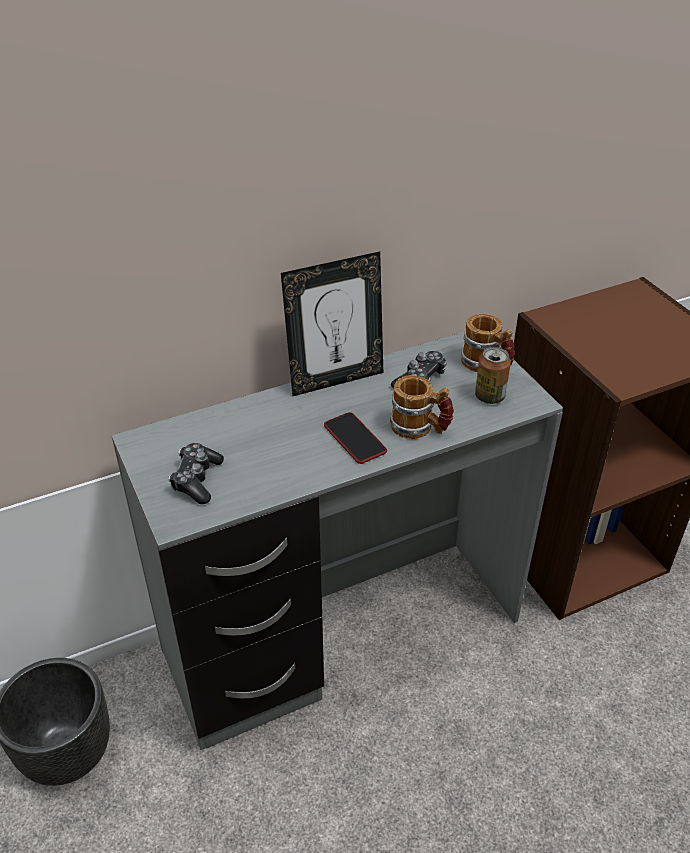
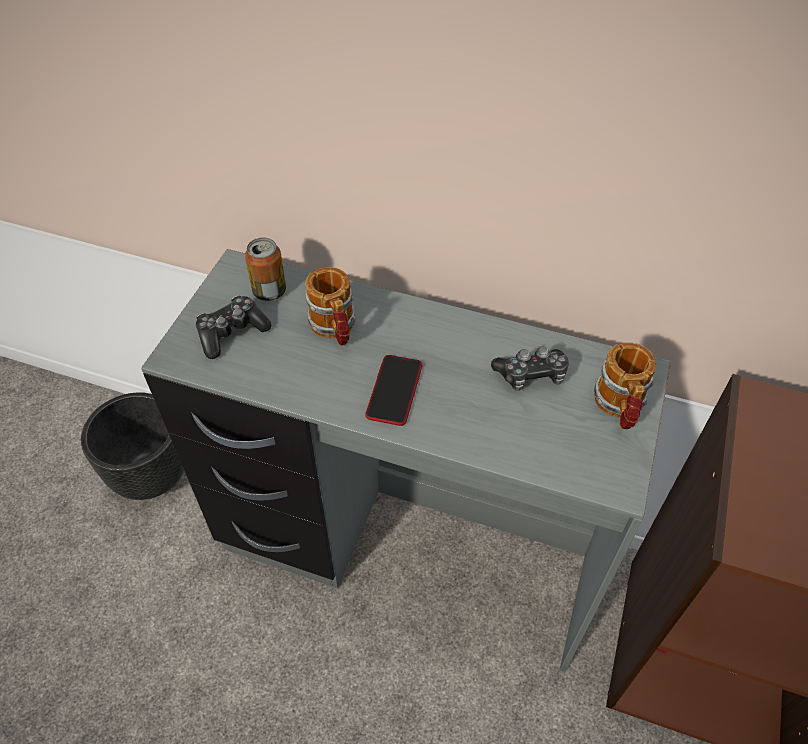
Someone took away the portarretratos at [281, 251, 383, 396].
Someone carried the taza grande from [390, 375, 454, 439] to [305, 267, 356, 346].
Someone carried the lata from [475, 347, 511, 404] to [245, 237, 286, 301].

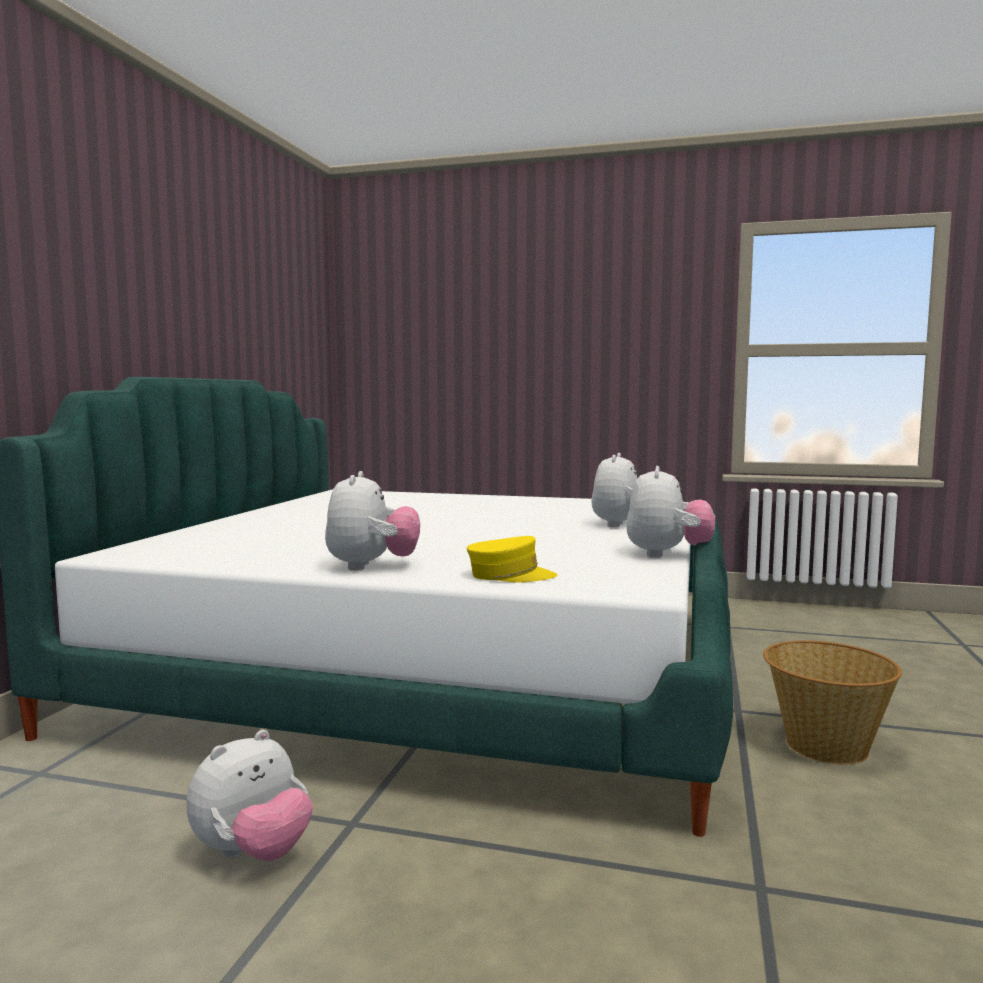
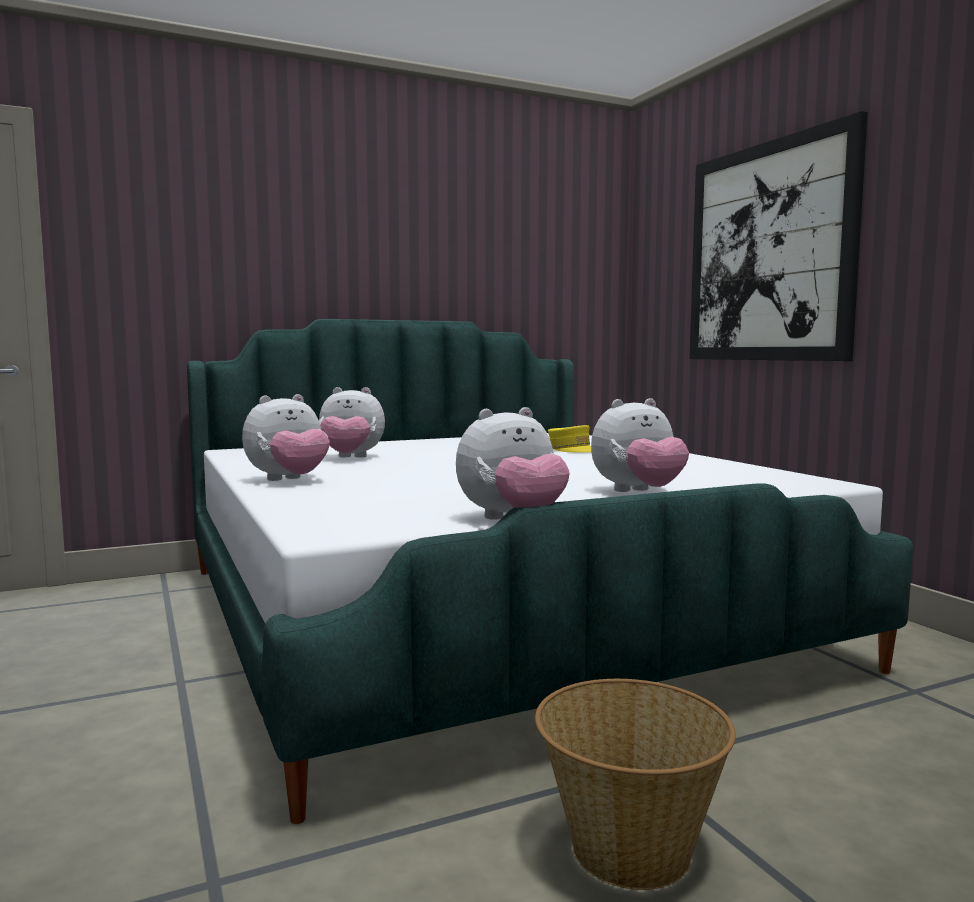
Someone put up the cuadro at [689, 111, 868, 361].
Someone carried the peluche from [186, 730, 313, 861] to [319, 387, 385, 458].
Someone carried the gorra [amarillo] from [467, 536, 557, 582] to [548, 425, 591, 453].

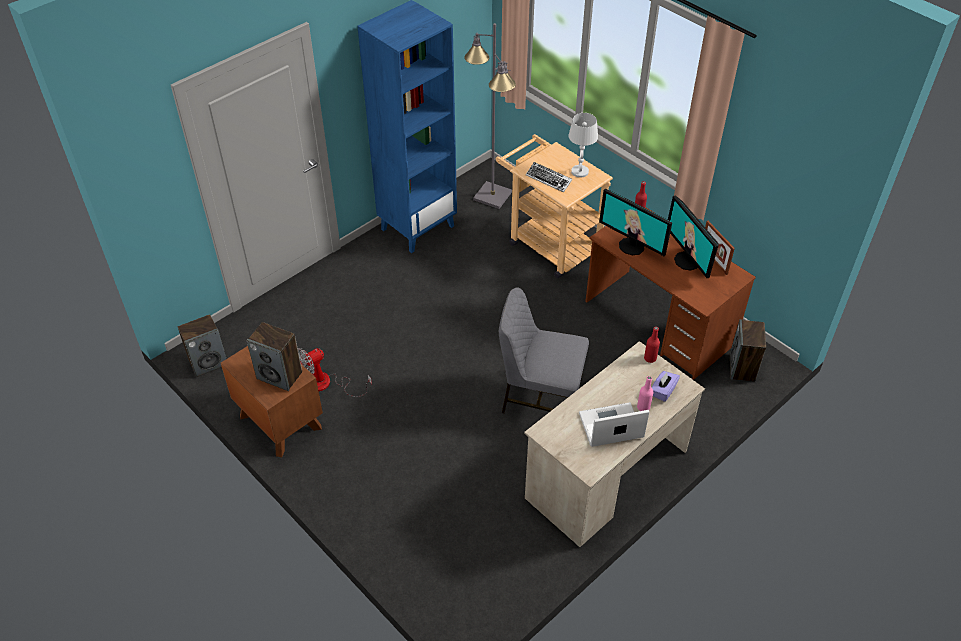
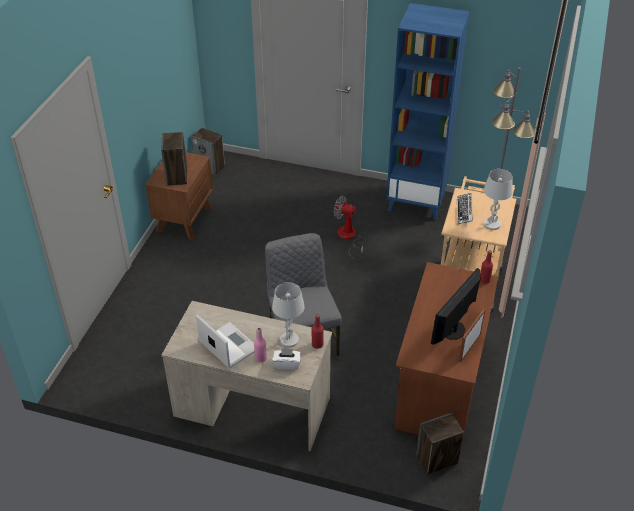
Someone took away the monitor at [599, 189, 672, 256].
Someone put down the lámpara de mesa [blanco] at [272, 282, 305, 347].
Someone carried the ventilador from [298, 348, 372, 397] to [334, 196, 363, 259].
Someone repainted the caja de pañuelos [morado] at [652, 371, 680, 402], which became the caja de pañuelos [blanco] at [272, 348, 301, 370].

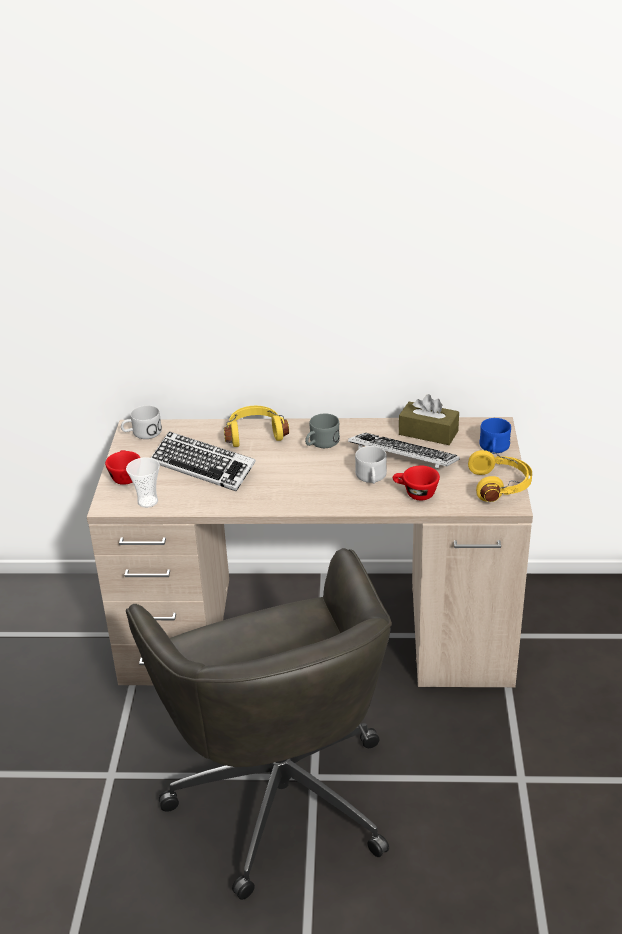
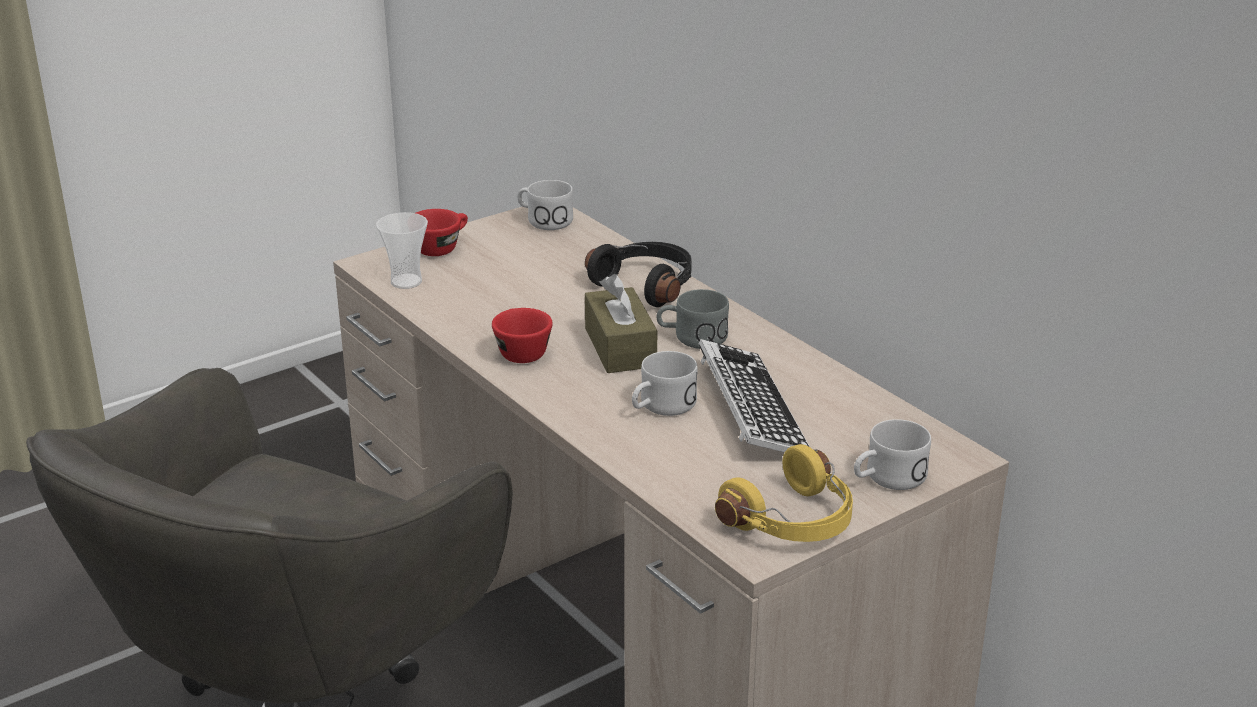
Someone took away the teclado at [151, 432, 256, 492].
Someone carried the taza [rojo] from [393, 466, 440, 500] to [492, 308, 552, 363].
Someone carried the caja de pañuelos [marrón] from [399, 394, 459, 445] to [585, 274, 657, 373].
Someone repainted the auriculares [amarillo] at [224, 405, 289, 447], which became the auriculares [negro] at [585, 242, 692, 307].
Someone repainted the taza grande [azul] at [480, 418, 511, 454], which became the taza grande [blanco] at [854, 419, 931, 490].

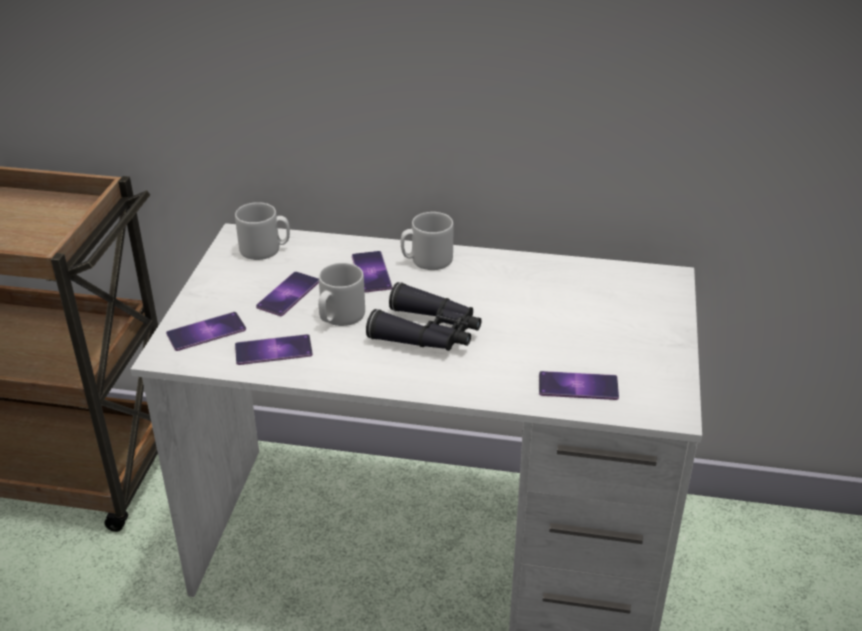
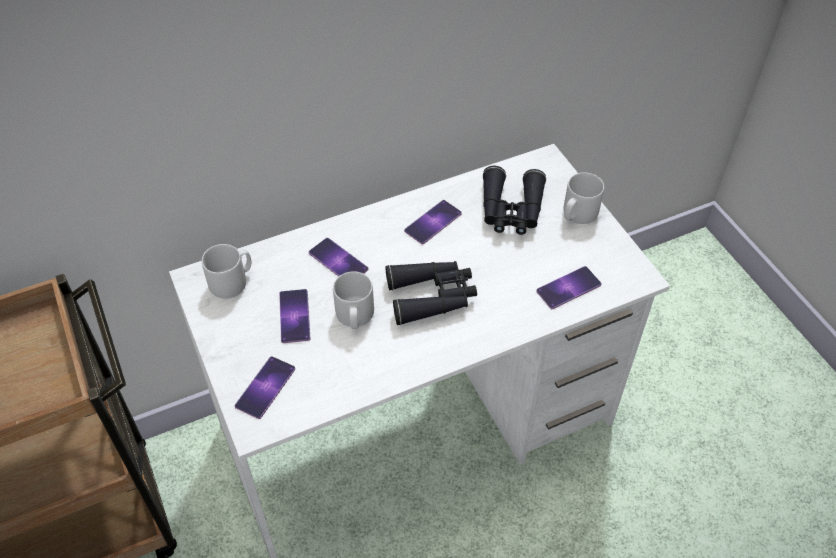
Someone put down the prismáticos [negro] at [483, 166, 546, 235].
Someone carried the móvil from [235, 334, 313, 365] to [404, 200, 462, 244].
Someone carried the taza grande [gris] from [401, 212, 454, 270] to [563, 173, 604, 224].

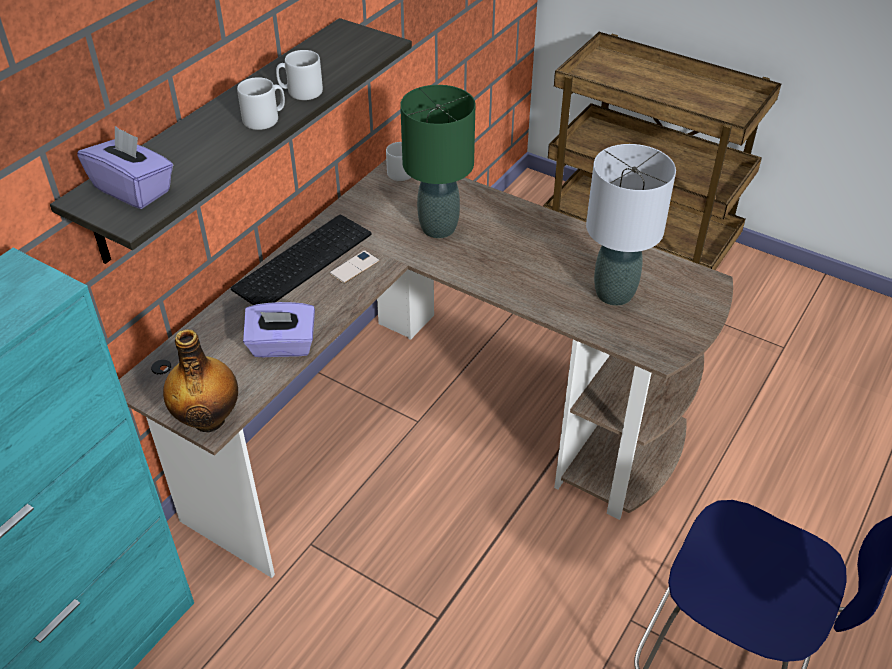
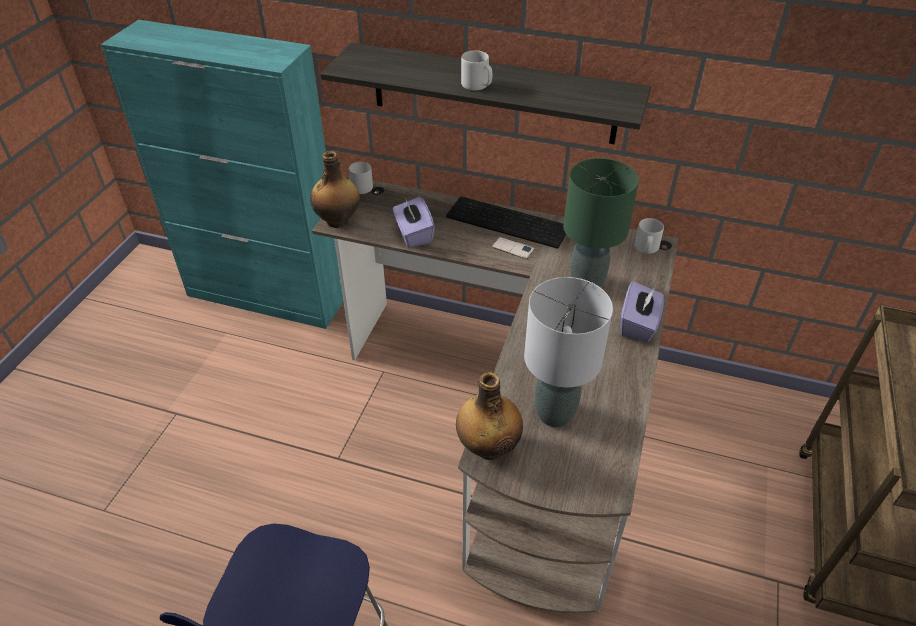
Someone put down the botella at [456, 372, 523, 460].
Someone carried the caja de pañuelos [morado] from [77, 126, 173, 209] to [620, 281, 664, 342].
Someone carried the taza grande [gris] from [276, 50, 323, 100] to [349, 162, 373, 194].

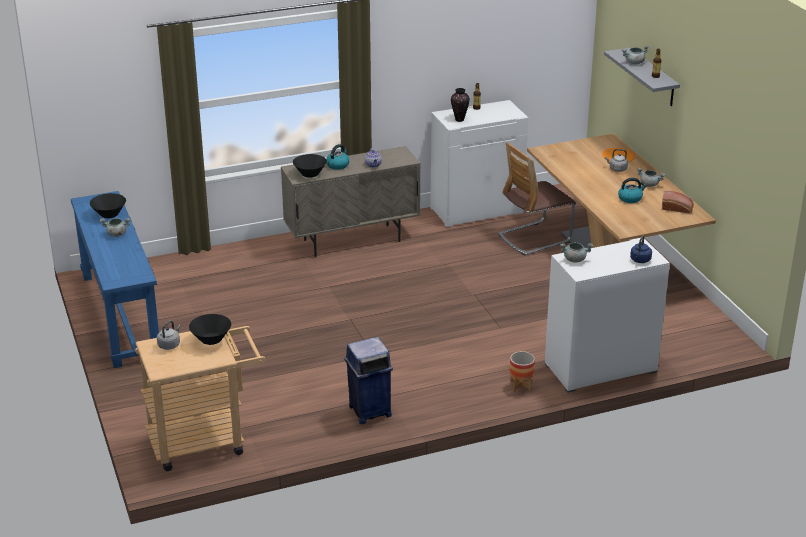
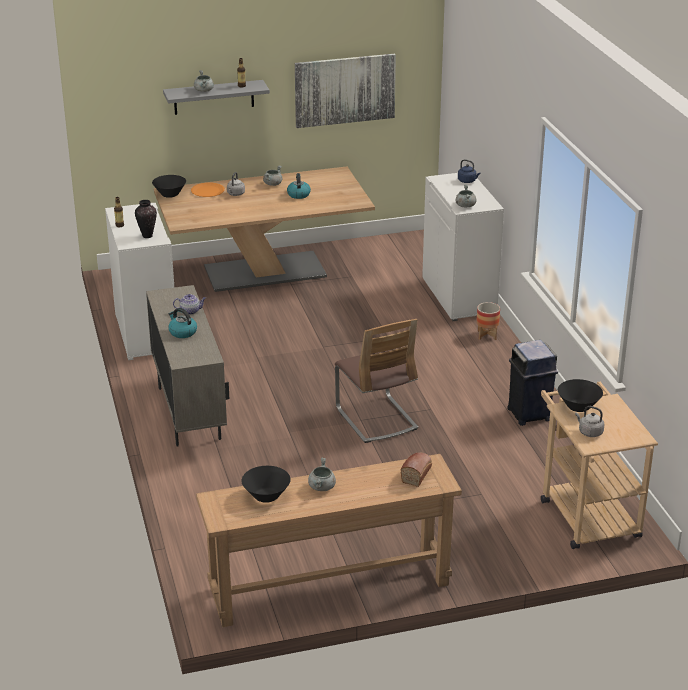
Someone put up the cuadro at [295, 54, 396, 128].
Someone carried the cuenco [negro] from [293, 154, 327, 178] to [152, 175, 186, 198].
Someone carried the silla from [498, 142, 576, 255] to [335, 319, 418, 443].
Someone carried the pan from [662, 191, 694, 213] to [401, 453, 432, 487].
Someone repainted the mesa consola [azul] at [71, 191, 159, 368], which became the mesa consola [marrón] at [196, 454, 462, 627].

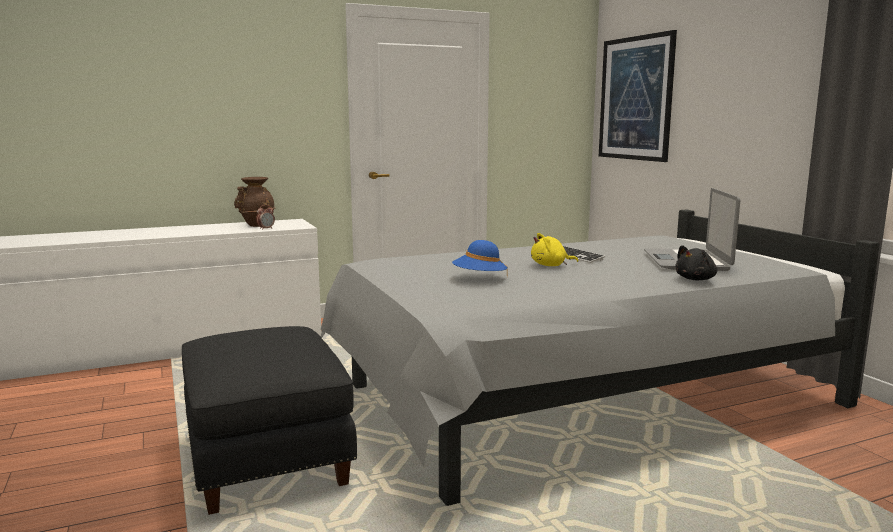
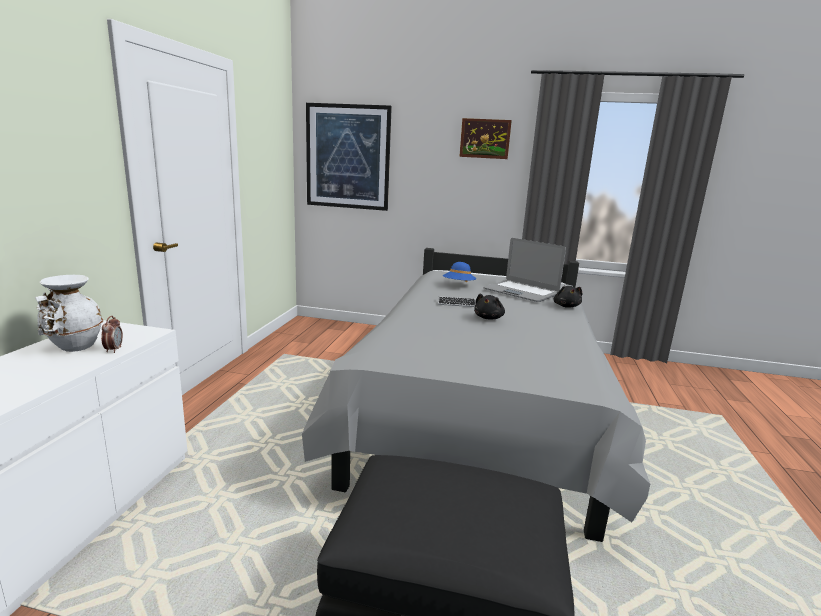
Someone put up the cuadro at [459, 118, 512, 159].
Someone carried the sombrero [azul] from [452, 240, 508, 275] to [443, 262, 476, 282].
Someone repainted the florero [marrón] at [234, 177, 275, 227], which became the florero [blanco] at [35, 275, 104, 352].
Someone repainted the peluche [amarillo] at [531, 233, 578, 266], which became the peluche [negro] at [474, 294, 505, 320].

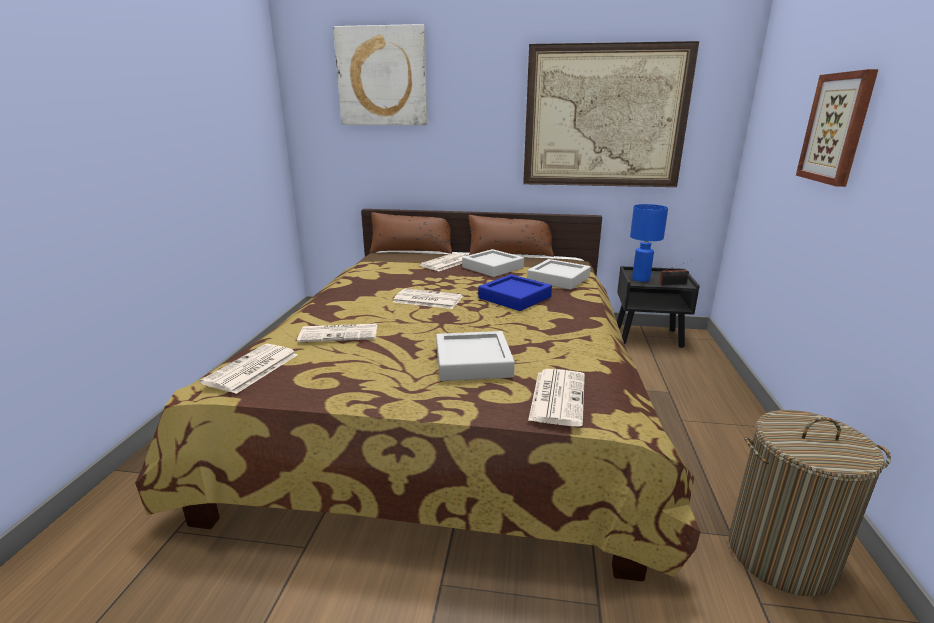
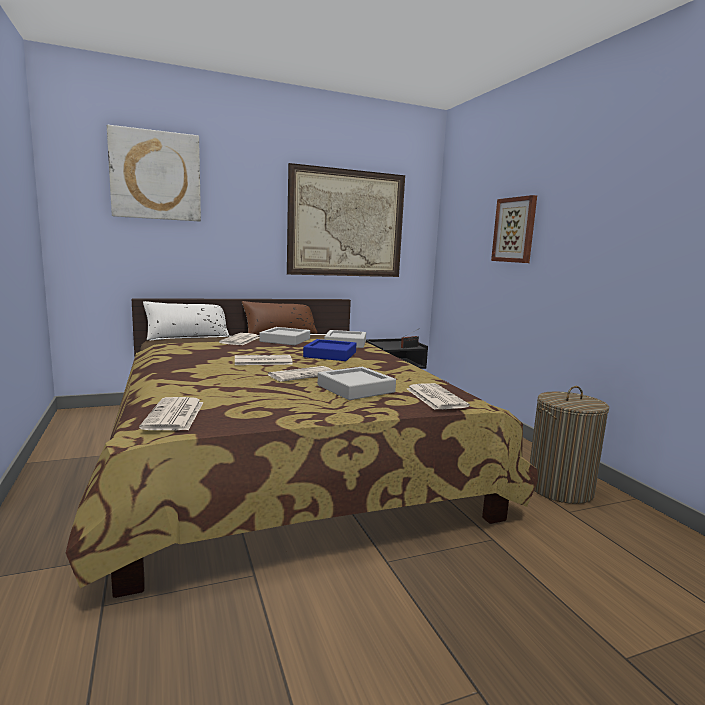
Someone took away the lámpara de mesa [azul] at [630, 204, 668, 282].
Someone carried the periódico from [297, 323, 377, 342] to [268, 366, 333, 382].
Someone repainted the cojín [marrón] at [370, 212, 452, 254], which became the cojín [blanco] at [143, 301, 229, 340].

